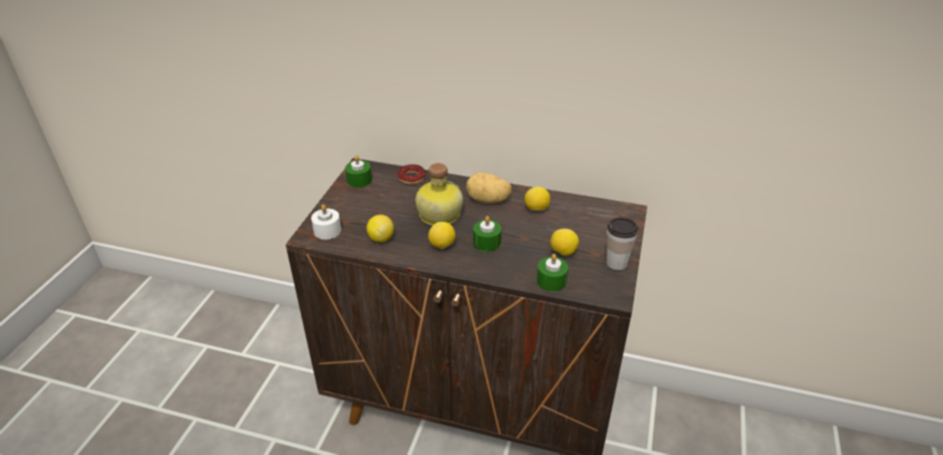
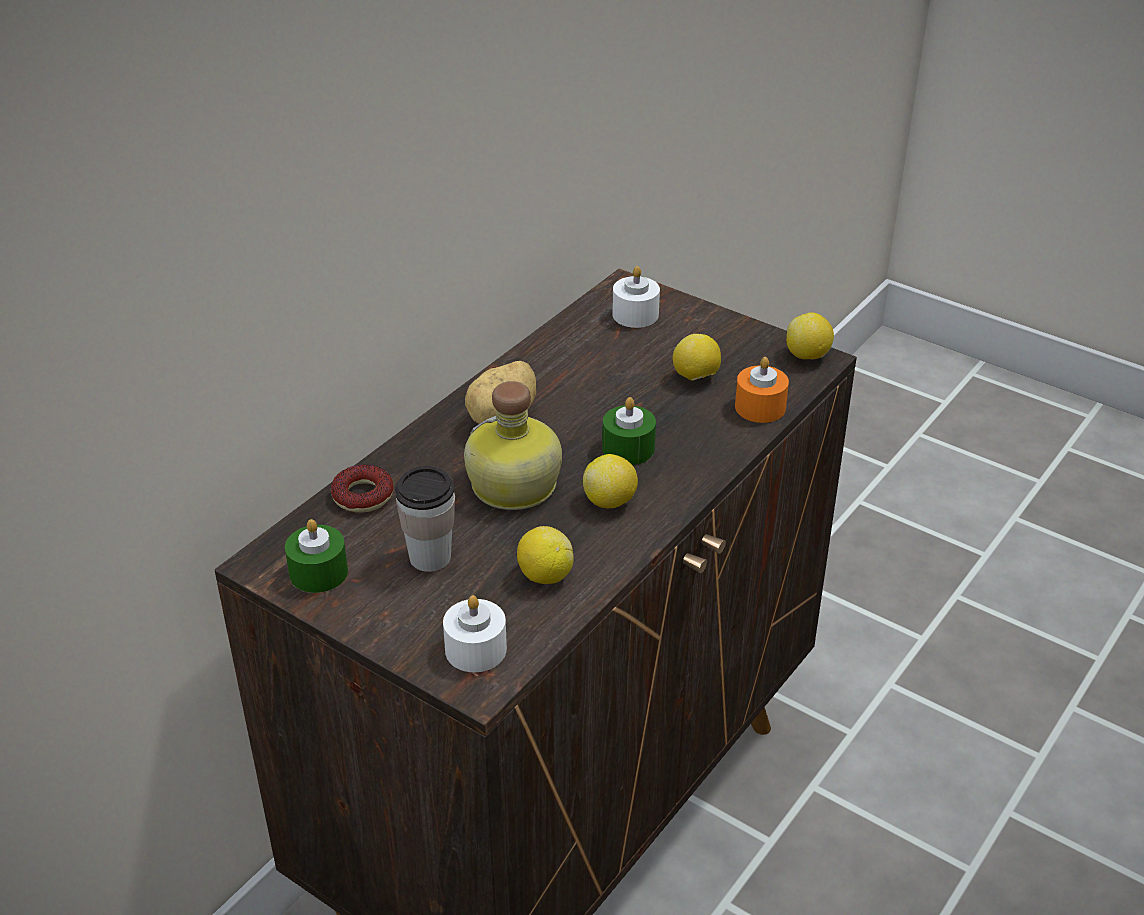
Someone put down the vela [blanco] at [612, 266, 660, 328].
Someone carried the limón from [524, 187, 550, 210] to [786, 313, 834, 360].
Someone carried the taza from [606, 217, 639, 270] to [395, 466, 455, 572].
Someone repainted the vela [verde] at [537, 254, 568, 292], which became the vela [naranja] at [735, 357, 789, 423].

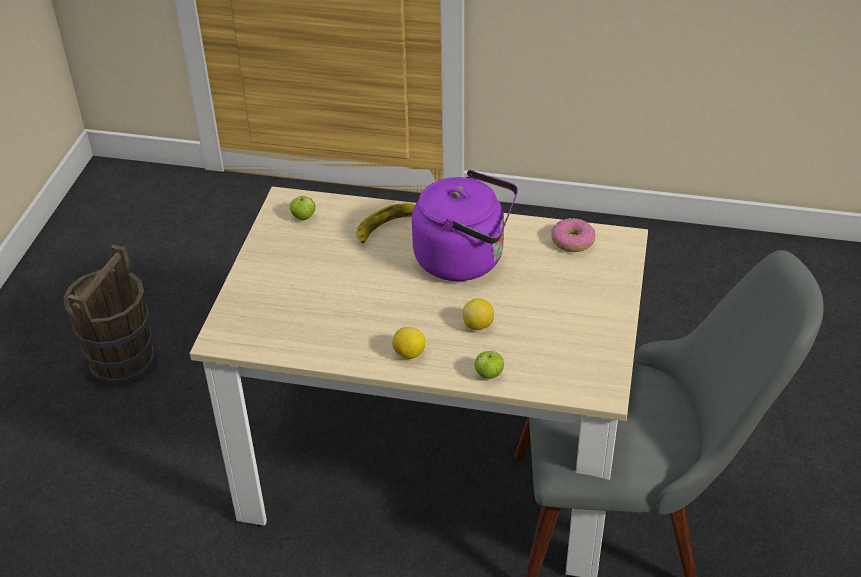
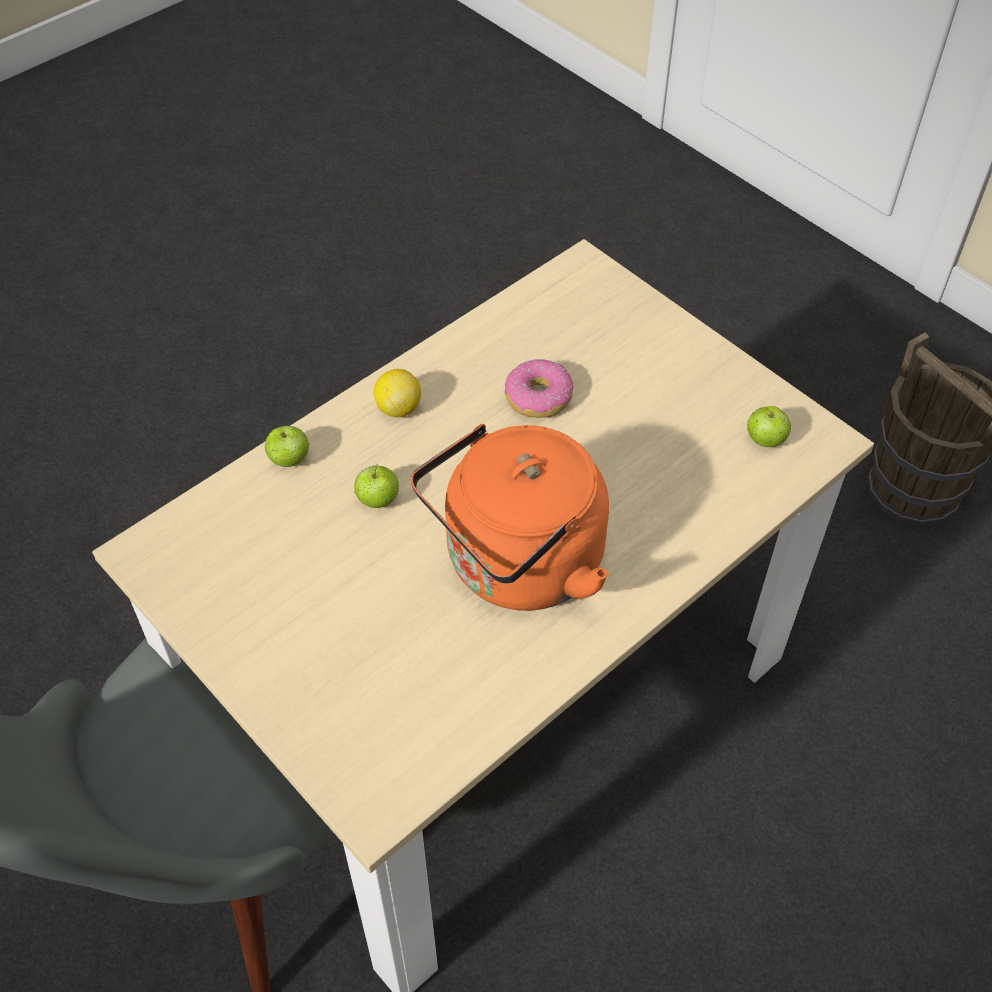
Someone took away the plátano at [356, 203, 415, 243].
Someone carried the rosquilla from [551, 218, 595, 252] to [505, 359, 573, 418].
Someone swapped the limón at [462, 299, 494, 330] for the manzana at [354, 464, 399, 508].
Someone repainted the hervidor [morado] at [412, 170, 518, 281], which became the hervidor [naranja] at [411, 424, 609, 611].

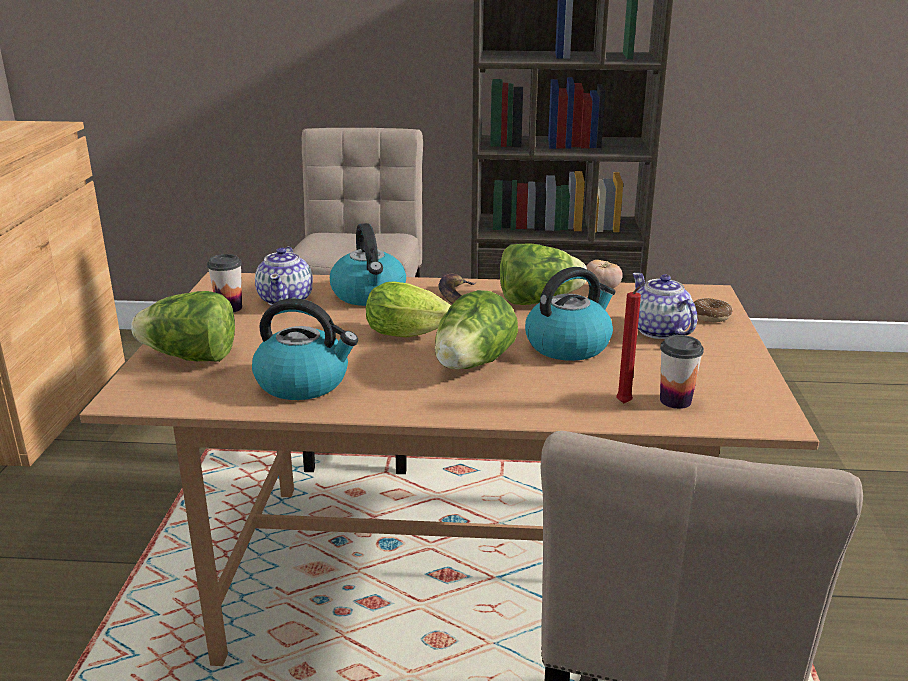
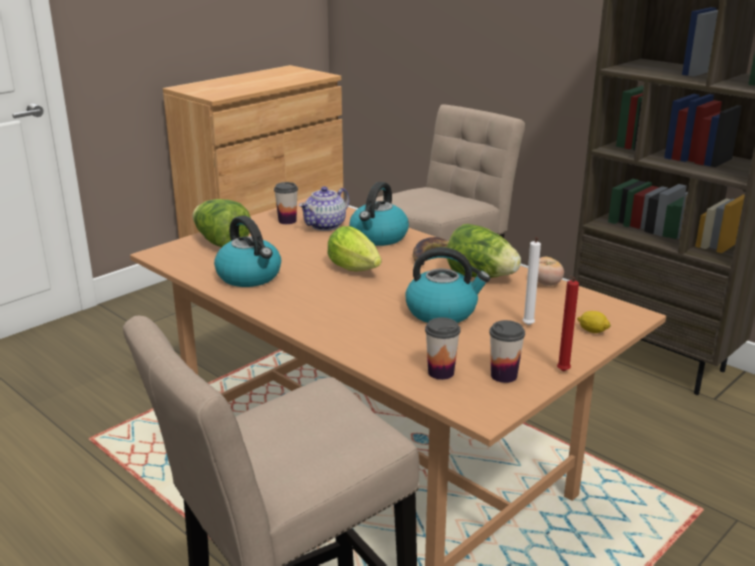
Someone took away the lechuga at [435, 290, 518, 369].
Someone put down the taza at [489, 320, 525, 383].
Someone carried the vela [rojo] from [616, 286, 641, 403] to [557, 276, 579, 372].
Someone swapped the tetera at [633, 273, 697, 339] for the vela [blanco] at [523, 237, 541, 325].
Someone swapped the rosquilla at [694, 298, 733, 322] for the limón at [577, 311, 611, 333].

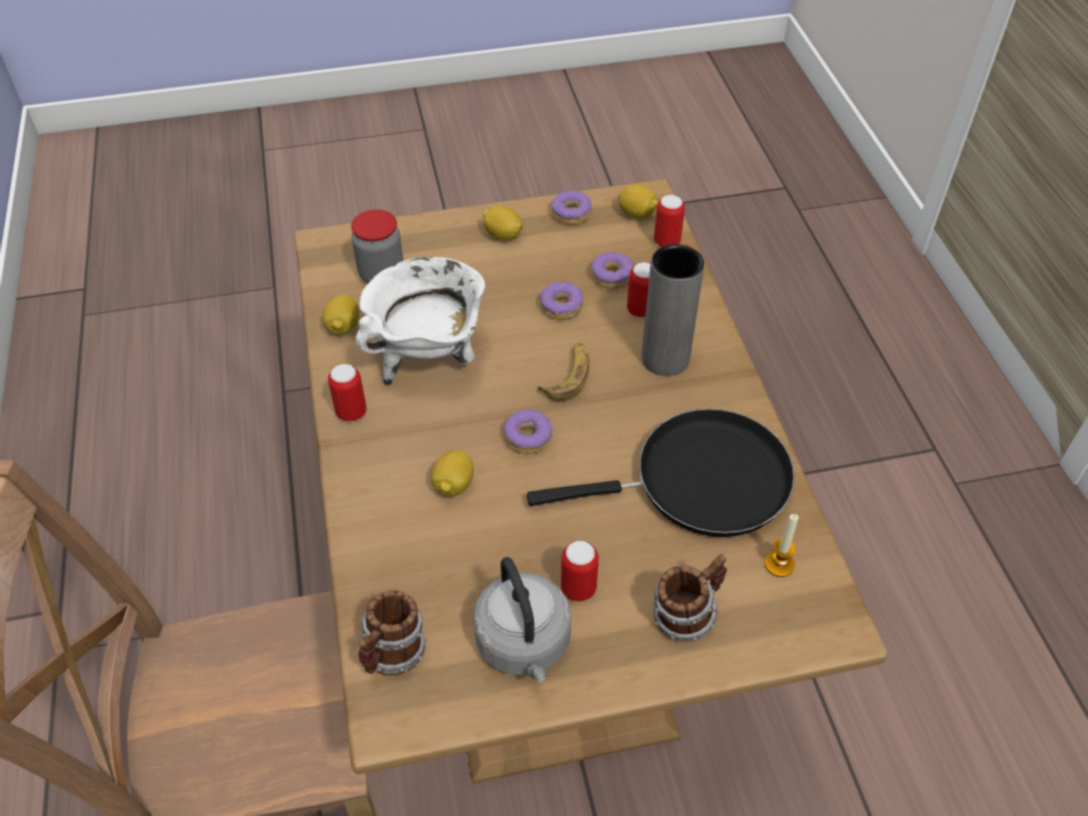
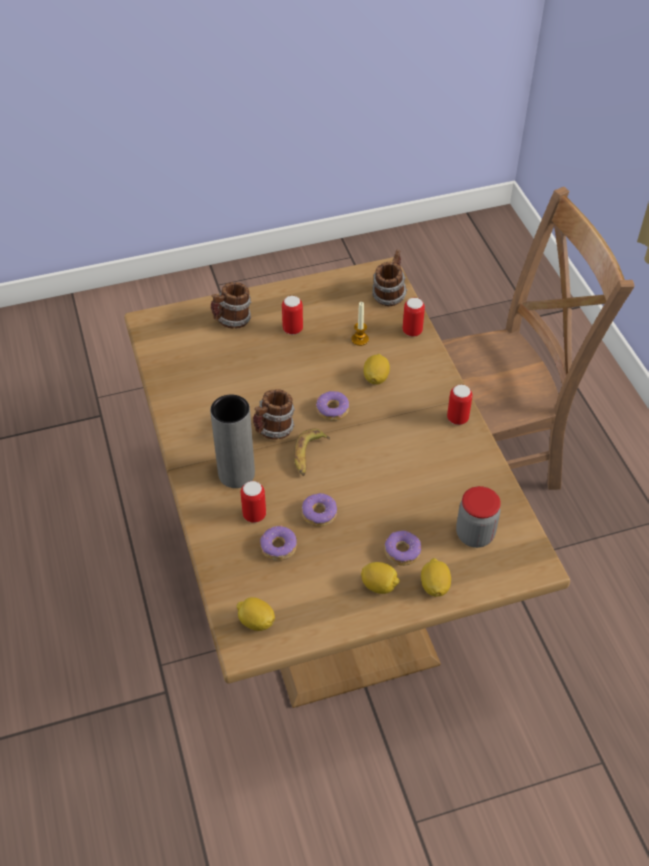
Someone took away the olla [blanco] at [356, 257, 485, 385].
Someone took away the hervidor [gris] at [473, 557, 571, 682].
Someone took away the sartén [negro] at [527, 409, 795, 537].
Someone put down the taza grande at [253, 389, 295, 440].
Someone carried the limón from [322, 295, 359, 335] to [421, 558, 451, 597].
Someone carried the rosquilla from [551, 191, 592, 225] to [385, 531, 421, 566].
Someone carried the lata from [654, 195, 685, 247] to [403, 298, 425, 337].
Someone carried the vela from [765, 514, 799, 577] to [352, 302, 369, 346].

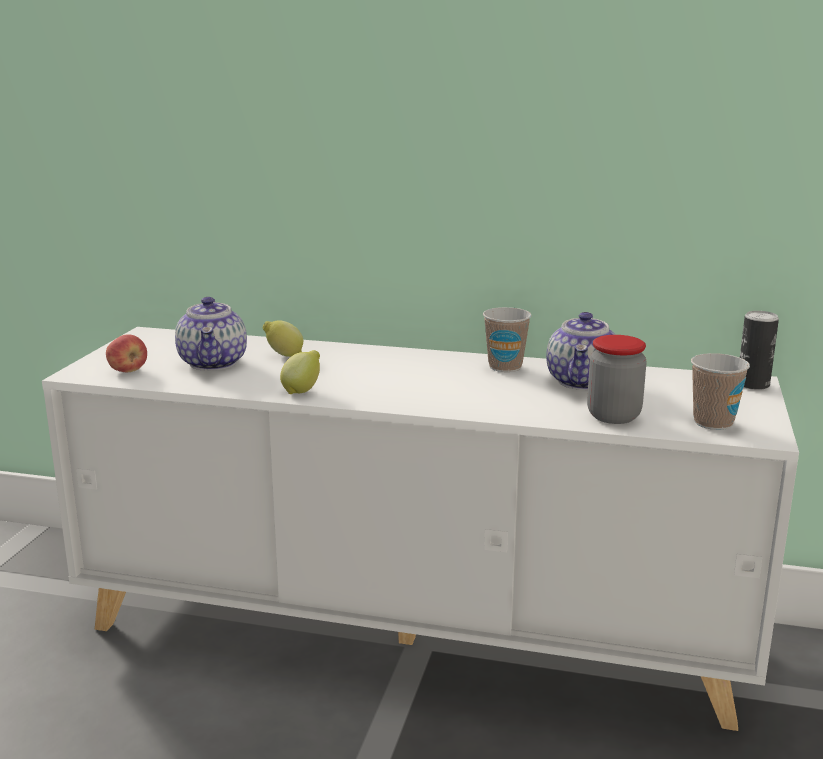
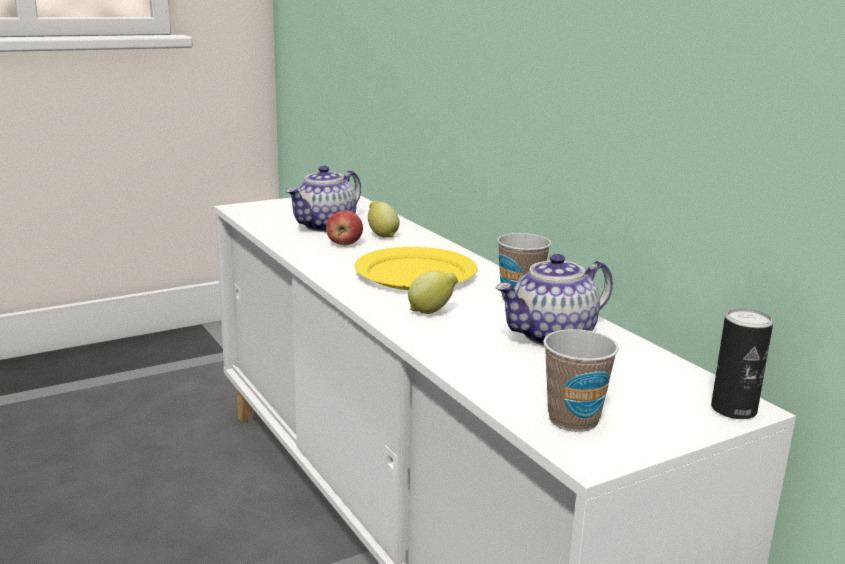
Someone took away the tarro at [587, 335, 647, 424].
Someone put down the plato [amarillo] at [355, 247, 478, 290].
Someone carried the manzana from [106, 334, 147, 372] to [326, 210, 363, 245].
Someone carried the limón from [280, 350, 320, 394] to [408, 271, 458, 314].

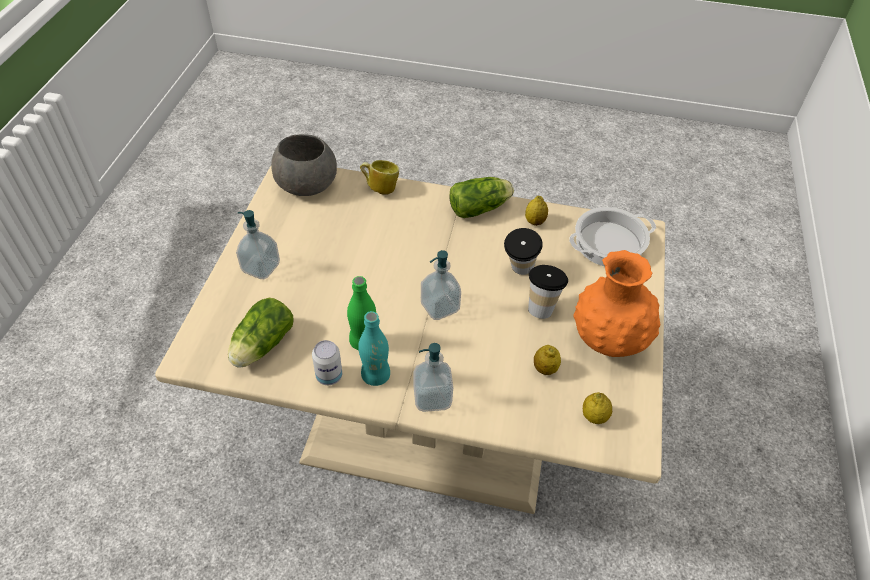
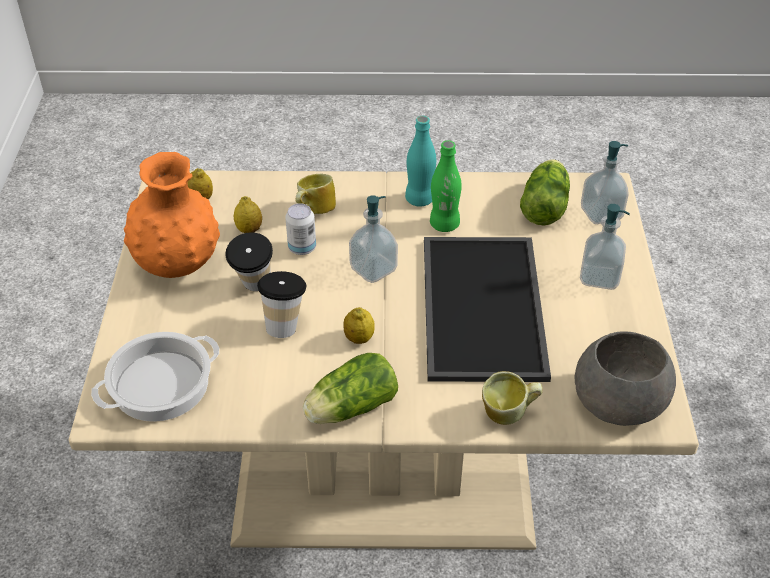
Someone put down the taza grande at [296, 174, 336, 214].
Someone put down the bandeja at [424, 237, 551, 382].
Someone carried the lata from [312, 340, 342, 385] to [285, 203, 316, 255].
Someone carried the dispensador de jabón from [414, 343, 453, 412] to [581, 141, 629, 224].
Someone carried the limón from [525, 196, 548, 226] to [343, 307, 375, 344].

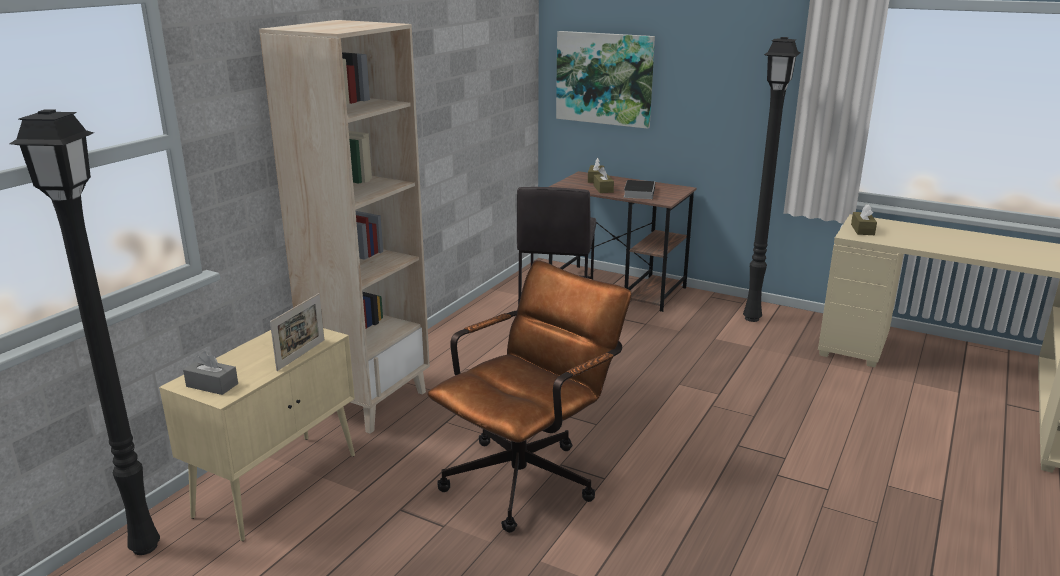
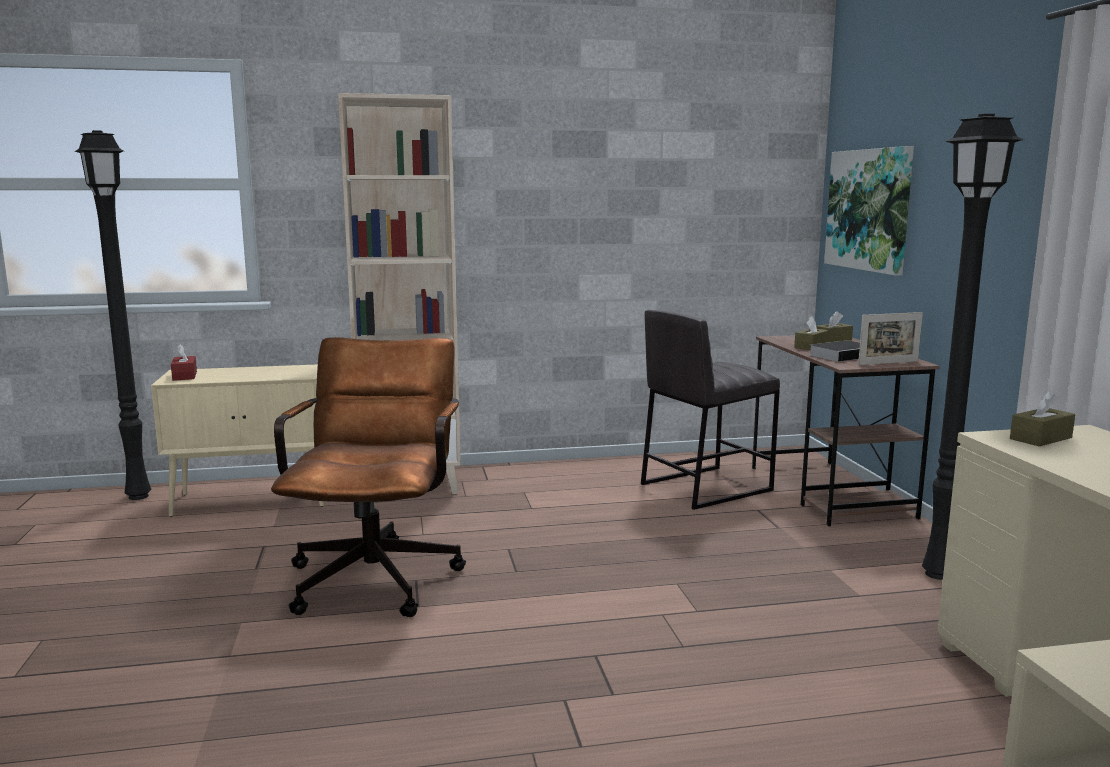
Someone carried the portarretratos from [270, 293, 324, 371] to [858, 312, 923, 365].
Someone repainted the caja de pañuelos [gris] at [183, 352, 238, 395], which became the caja de pañuelos [rojo] at [171, 344, 197, 381].
Someone rotated the silla de oficina [marrón] at [427, 260, 632, 533] by 90 degrees counterclockwise.

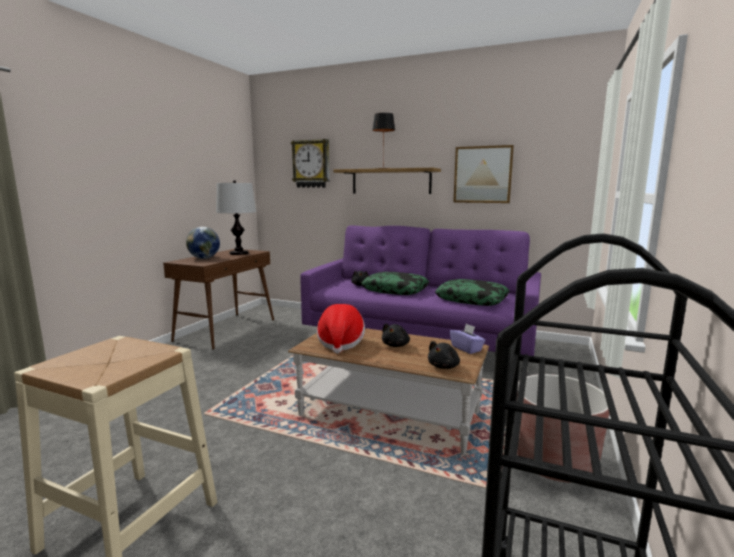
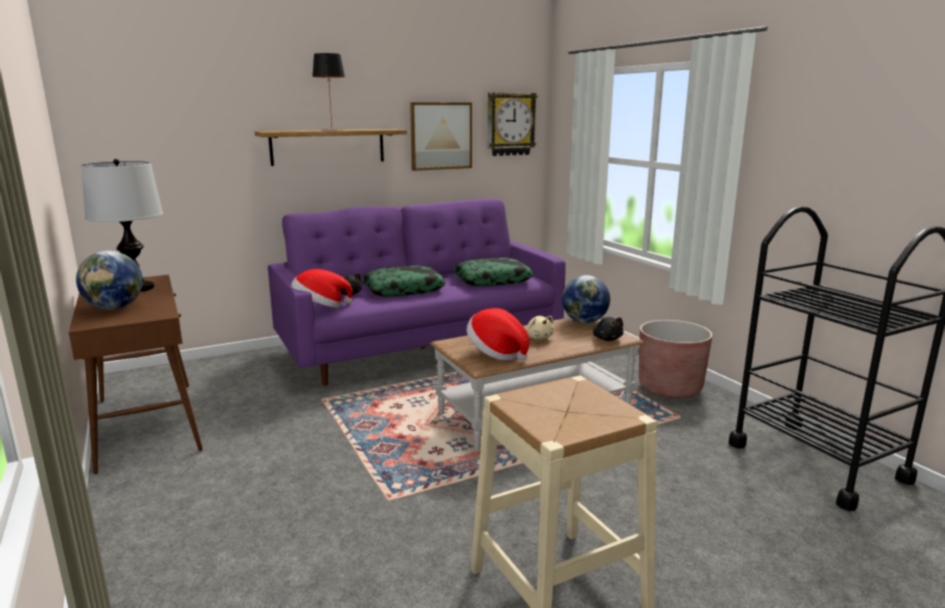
Someone put down the sombrero at [291, 269, 353, 308].
Someone carried the reloj de pared from [291, 139, 330, 188] to [488, 92, 538, 156].
Someone swapped the caja de pañuelos [morado] at [450, 324, 485, 354] for the globo terráqueo at [562, 275, 610, 323].
Someone repainted the peluche [negro] at [382, 323, 410, 347], which became the peluche [beis] at [525, 316, 554, 340].

